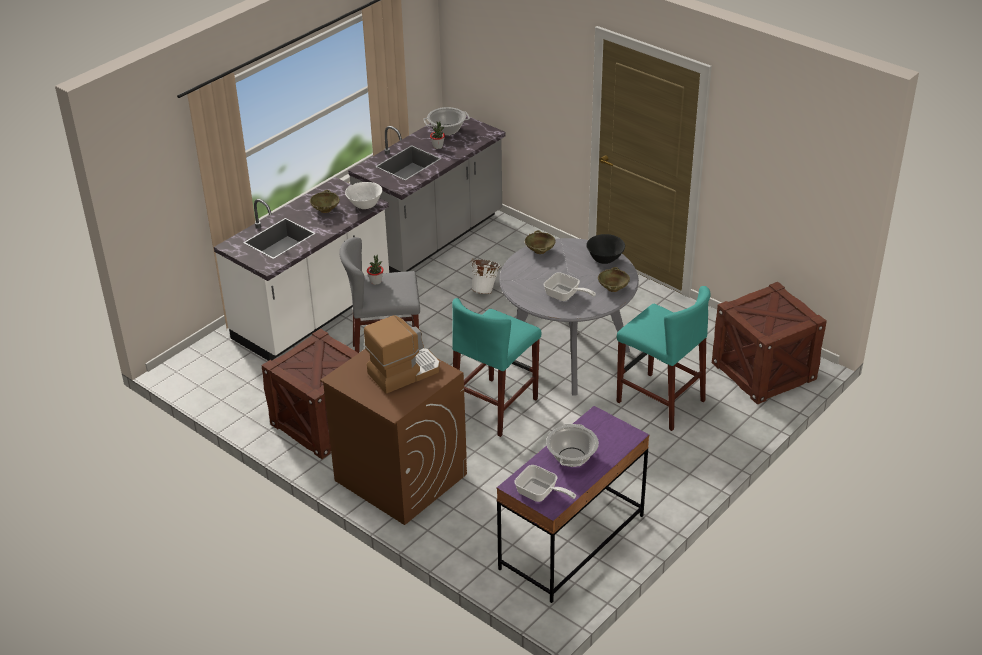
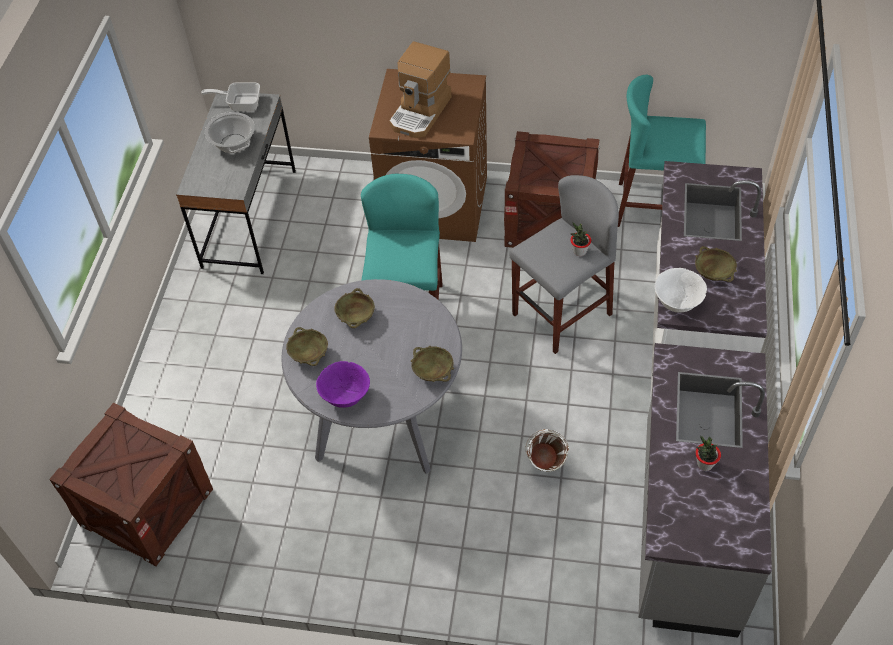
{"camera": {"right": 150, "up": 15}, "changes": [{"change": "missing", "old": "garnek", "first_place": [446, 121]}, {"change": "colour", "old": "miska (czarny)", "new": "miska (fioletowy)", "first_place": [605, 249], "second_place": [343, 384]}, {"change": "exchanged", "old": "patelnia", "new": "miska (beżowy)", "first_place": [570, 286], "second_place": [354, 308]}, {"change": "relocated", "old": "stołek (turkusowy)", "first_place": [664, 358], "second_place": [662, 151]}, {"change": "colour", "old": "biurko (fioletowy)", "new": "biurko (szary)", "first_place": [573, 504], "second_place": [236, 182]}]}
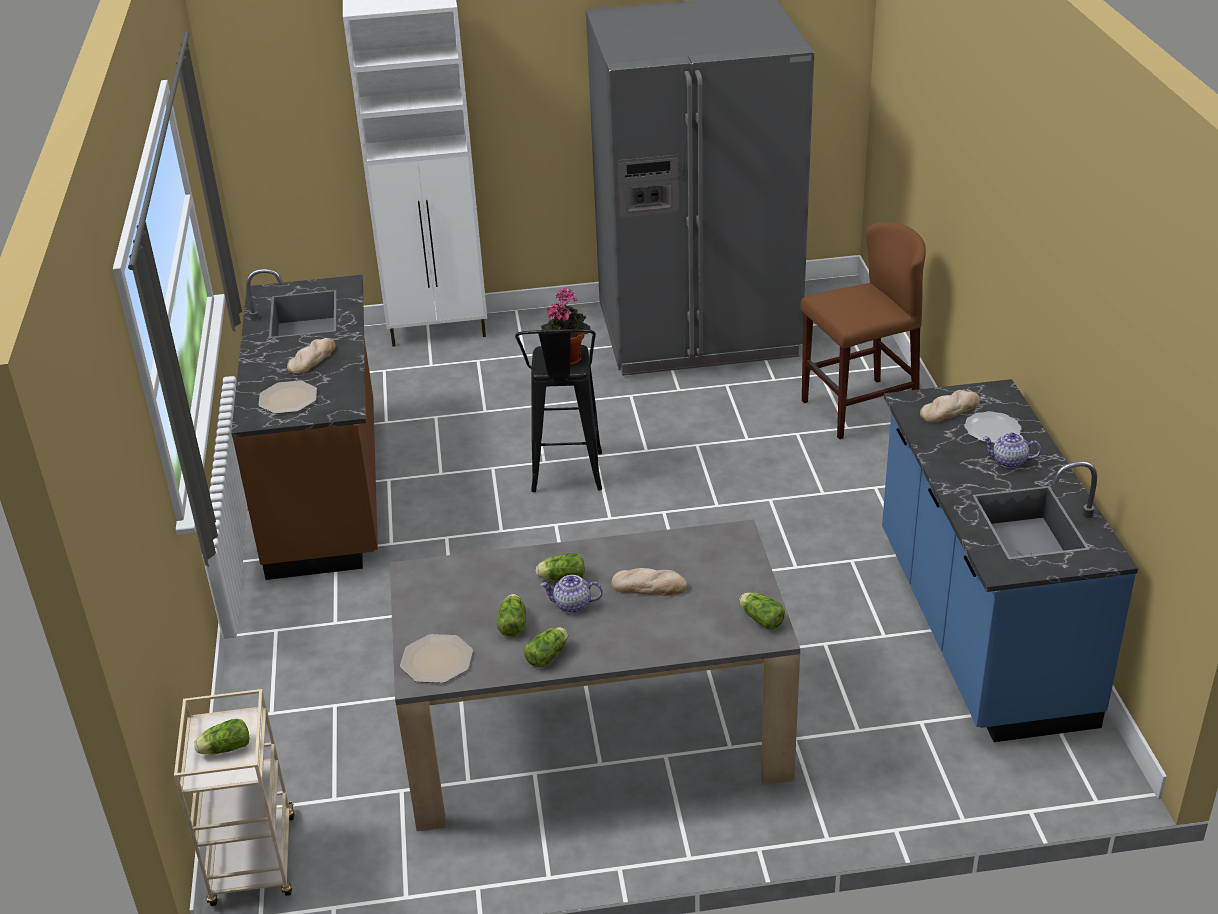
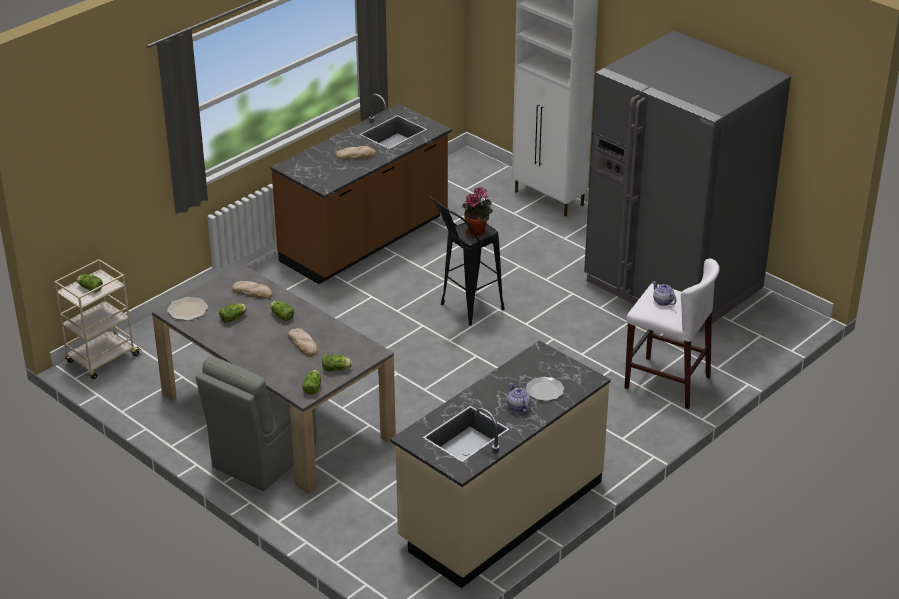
{"camera": {"right": 50, "up": 0}, "changes": [{"change": "colour", "old": "stołek (brązowy)", "new": "stołek (biały)", "first_place": [863, 330], "second_place": [672, 334]}, {"change": "colour", "old": "zabudowa kuchenna (niebieski)", "new": "zabudowa kuchenna (beżowy)", "first_place": [1010, 560], "second_place": [500, 464]}, {"change": "missing", "old": "talerz", "first_place": [288, 397]}, {"change": "relocated", "old": "chleb", "first_place": [950, 406], "second_place": [252, 290]}, {"change": "relocated", "old": "imbryk", "first_place": [571, 594], "second_place": [664, 293]}, {"change": "relocated", "old": "sałata", "first_place": [545, 647], "second_place": [337, 362]}, {"change": "appeared", "new": "krzesło (szary)", "second_place": [256, 424]}]}
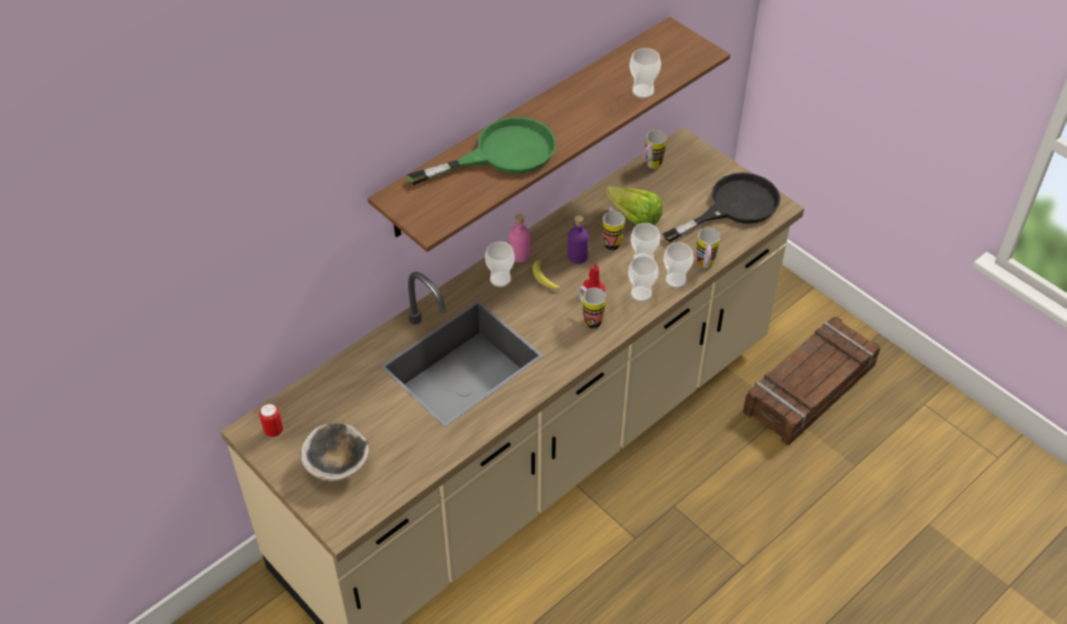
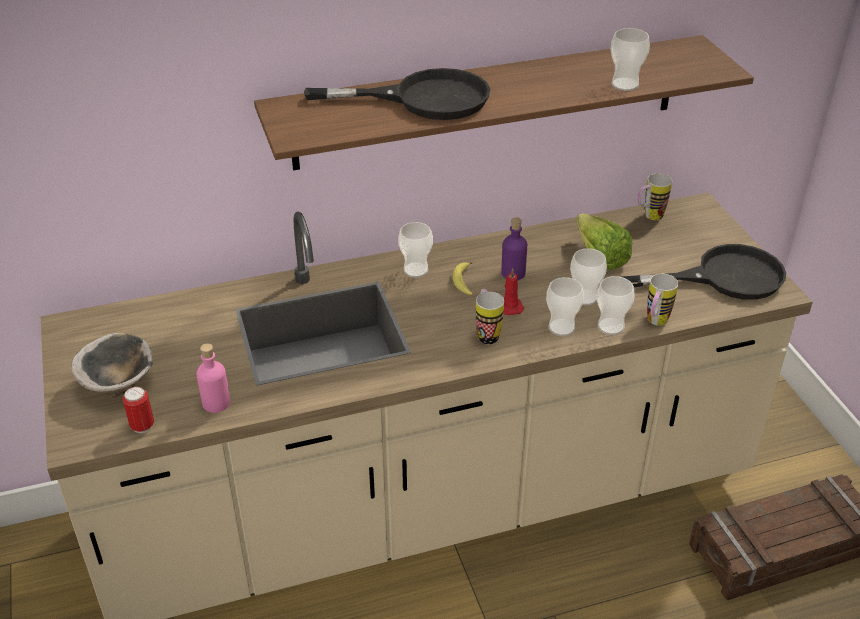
{"camera": {"right": 25, "up": -10}, "changes": [{"change": "colour", "old": "patelnia (zielony)", "new": "patelnia (czarny)", "first_place": [481, 151], "second_place": [397, 94]}, {"change": "missing", "old": "kubek", "first_place": [613, 229]}, {"change": "relocated", "old": "butelka (różowy)", "first_place": [519, 238], "second_place": [213, 378]}, {"change": "relocated", "old": "puszka", "first_place": [271, 421], "second_place": [138, 410]}]}
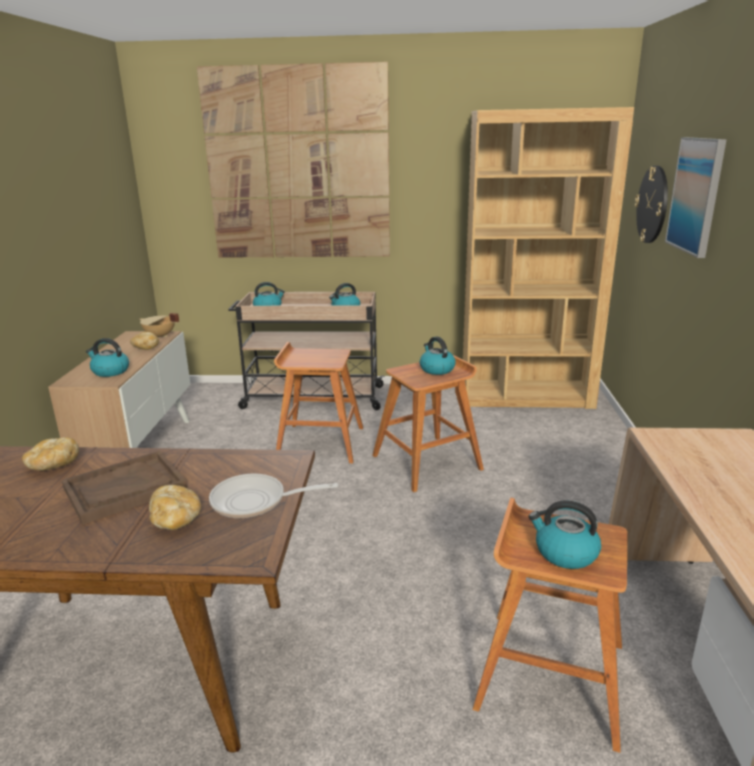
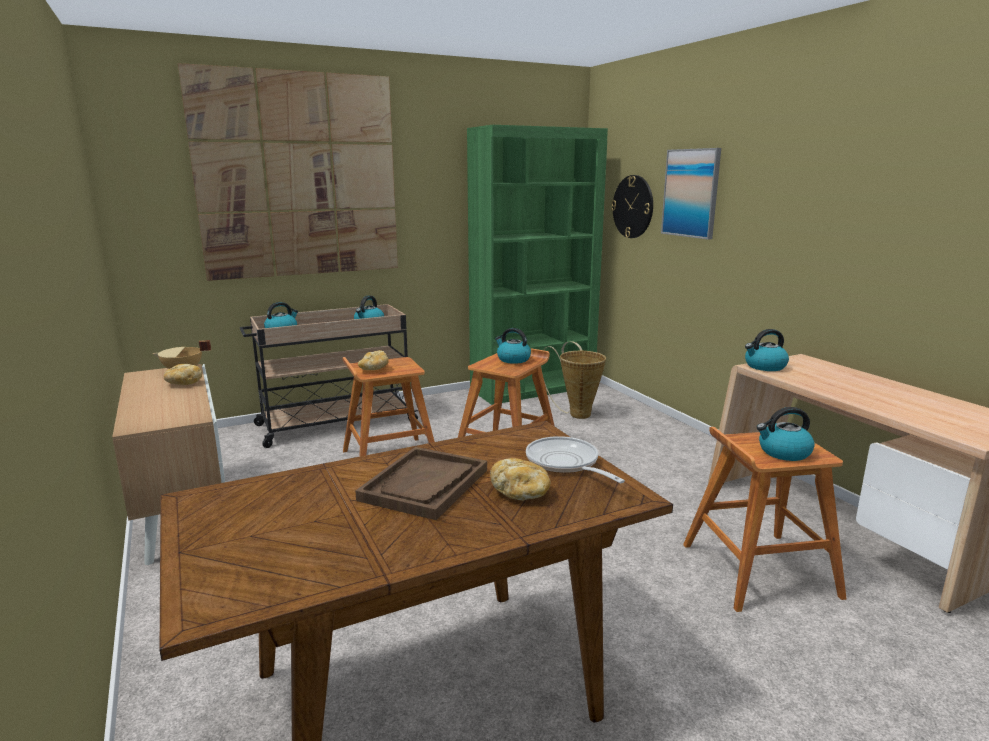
{"camera": {"right": -30, "up": -5}, "changes": [{"change": "colour", "old": "regał (brązowy)", "new": "regał (zielony)", "first_place": [548, 258], "second_place": [537, 265]}, {"change": "relocated", "old": "czajnik", "first_place": [107, 357], "second_place": [767, 350]}, {"change": "relocated", "old": "chleb", "first_place": [50, 454], "second_place": [373, 360]}, {"change": "spun", "old": "patelnia", "first_place": [273, 496], "second_place": [575, 459], "degrees": 90}, {"change": "appeared", "new": "koszyk", "second_place": [573, 380]}]}
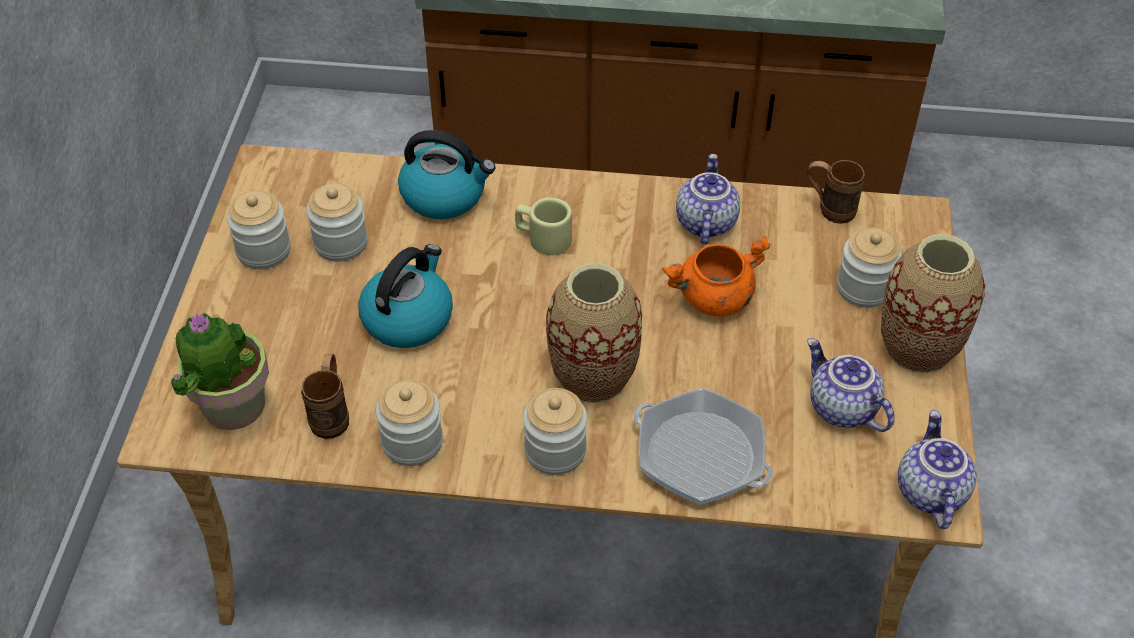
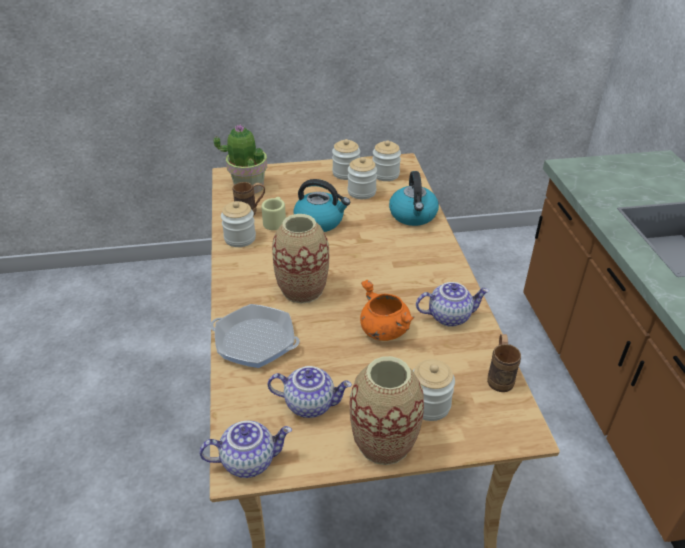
{"camera": {"right": 75, "up": -10}, "changes": [{"change": "relocated", "old": "kubek (beżowy)", "first_place": [543, 226], "second_place": [273, 213]}, {"change": "spun", "old": "imbryk", "first_place": [850, 385], "second_place": [310, 392], "degrees": 60}, {"change": "relocated", "old": "słoik", "first_place": [555, 431], "second_place": [386, 160]}, {"change": "spun", "old": "patelnia", "first_place": [703, 446], "second_place": [255, 336], "degrees": 90}]}
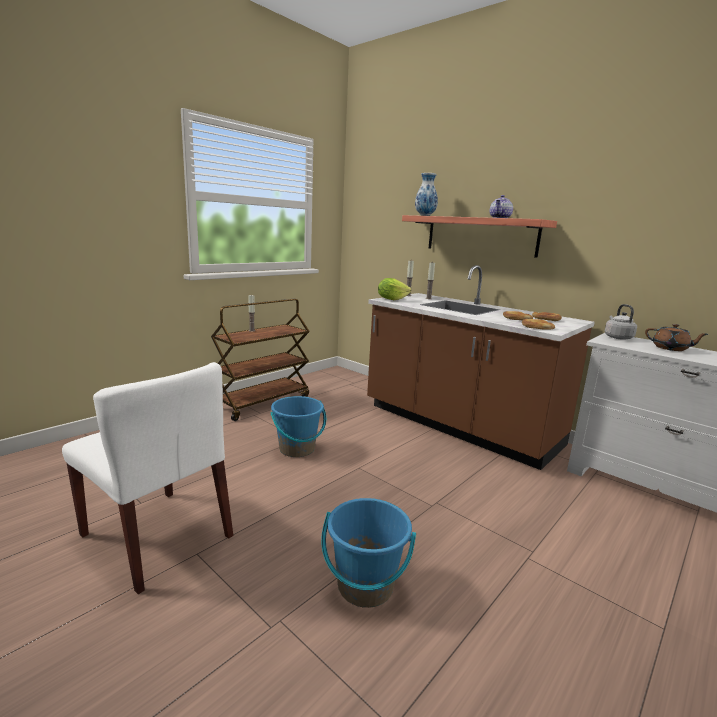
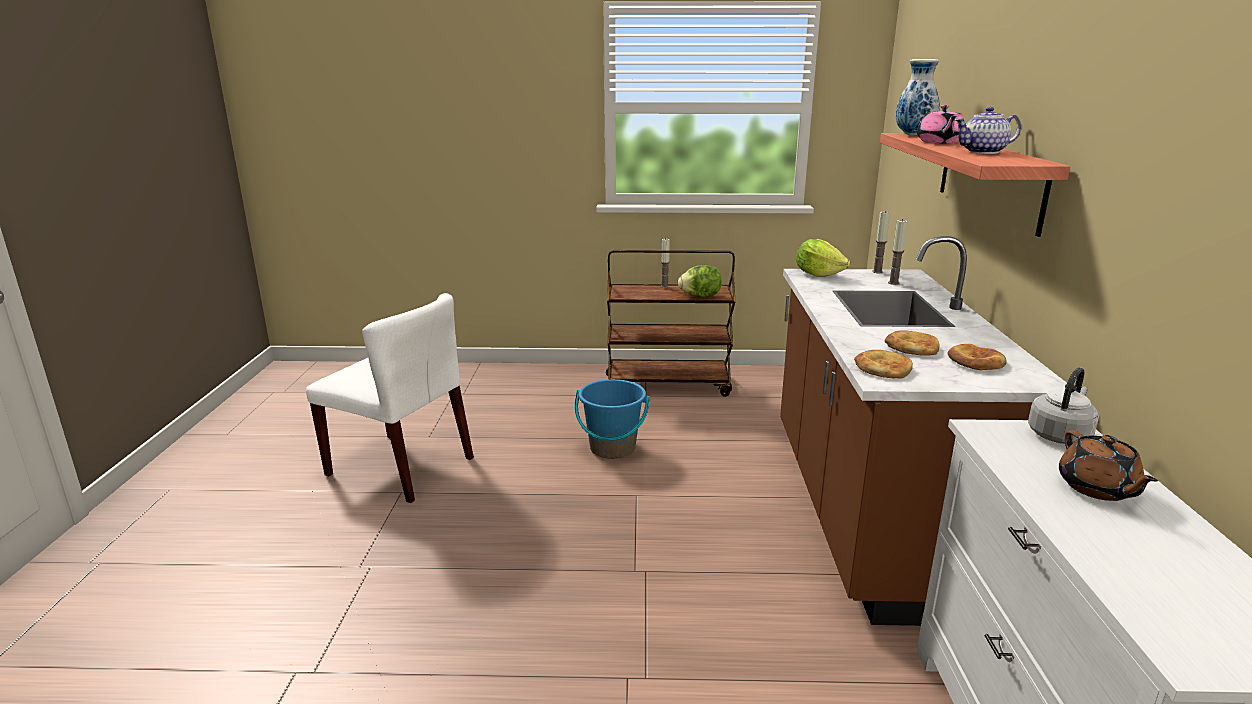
{"camera": {"right": 50, "up": 5}, "changes": [{"change": "spun", "old": "krzesło (biały)", "first_place": [147, 478], "second_place": [390, 398], "degrees": -60}, {"change": "missing", "old": "wiadro (niebieski)", "first_place": [368, 553]}, {"change": "appeared", "new": "imbryk (różowy)", "second_place": [940, 124]}, {"change": "appeared", "new": "sałata", "second_place": [700, 281]}]}
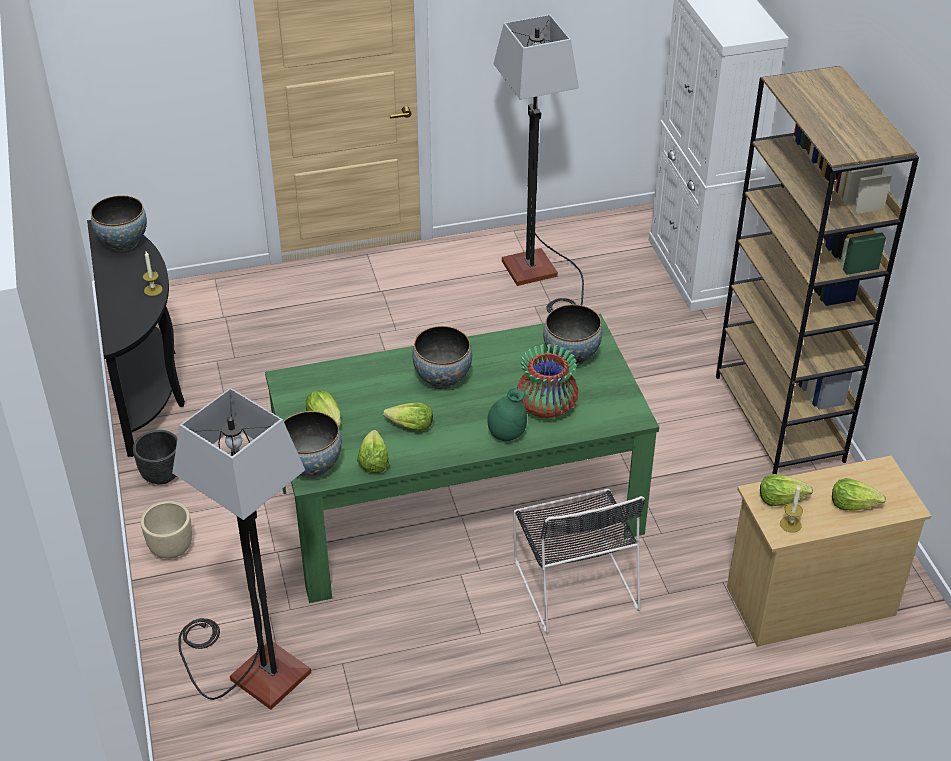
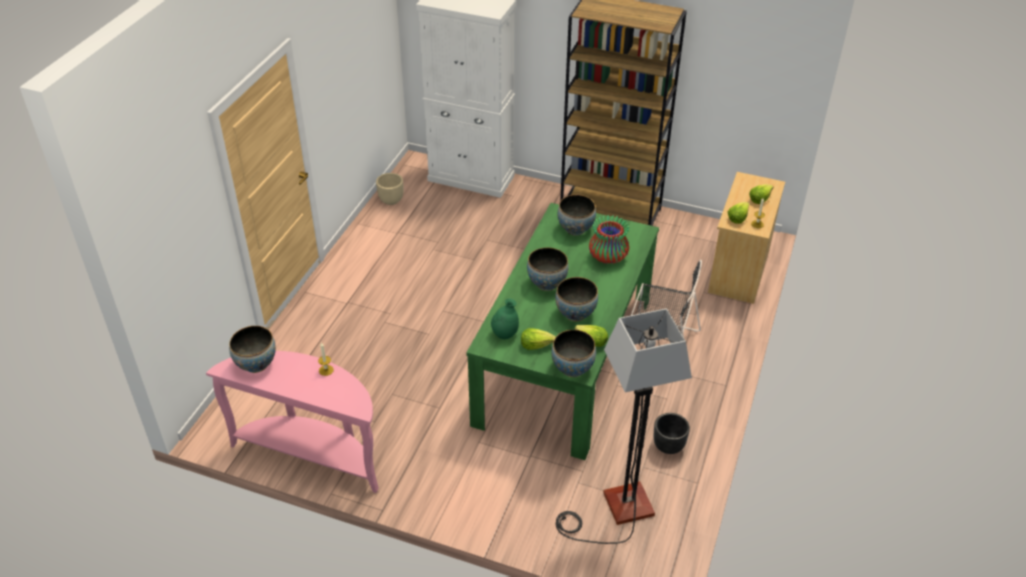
{"camera": {"right": -55, "up": 0}, "changes": [{"change": "missing", "old": "lampa stojąca", "first_place": [538, 164]}, {"change": "colour", "old": "stolik konsolowy (czarny)", "new": "stolik konsolowy (różowy)", "first_place": [136, 338], "second_place": [292, 422]}, {"change": "relocated", "old": "wazon (zielony)", "first_place": [507, 414], "second_place": [505, 318]}, {"change": "exchanged", "old": "sałata", "new": "miska", "first_place": [408, 416], "second_place": [576, 299]}, {"change": "relocated", "old": "donica (czarny)", "first_place": [155, 457], "second_place": [672, 433]}, {"change": "relocated", "old": "donica (beżowy)", "first_place": [166, 530], "second_place": [389, 189]}]}
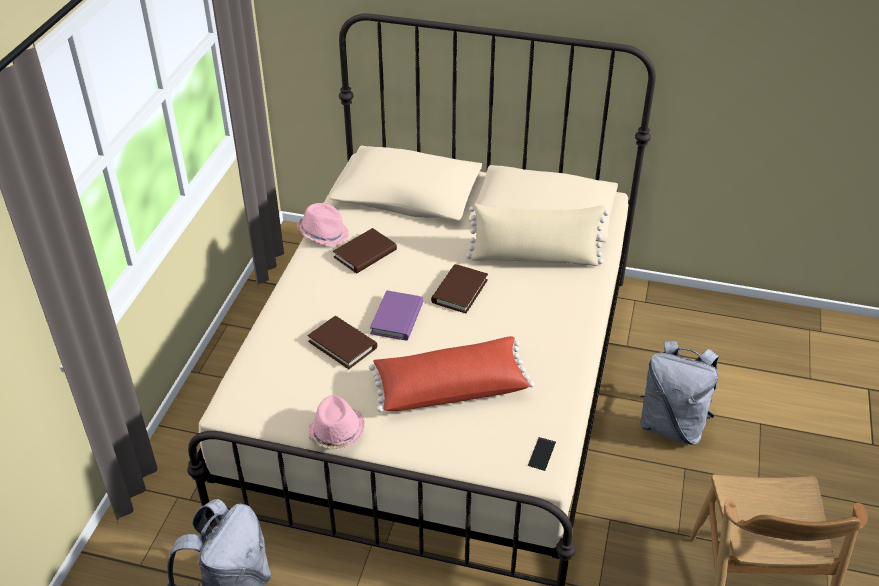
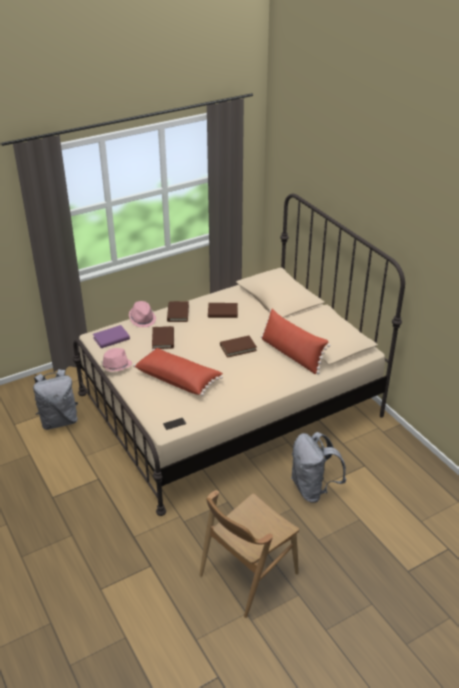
{"camera": {"right": 45, "up": -5}, "changes": [{"change": "relocated", "old": "kapelusz (różowy)", "first_place": [323, 224], "second_place": [142, 314]}, {"change": "colour", "old": "poduszka (beżowy)", "new": "poduszka (czerwony)", "first_place": [537, 235], "second_place": [295, 341]}, {"change": "relocated", "old": "książka (fioletowy)", "first_place": [397, 315], "second_place": [111, 336]}, {"change": "appeared", "new": "książka (brązowy)", "second_place": [178, 311]}]}
